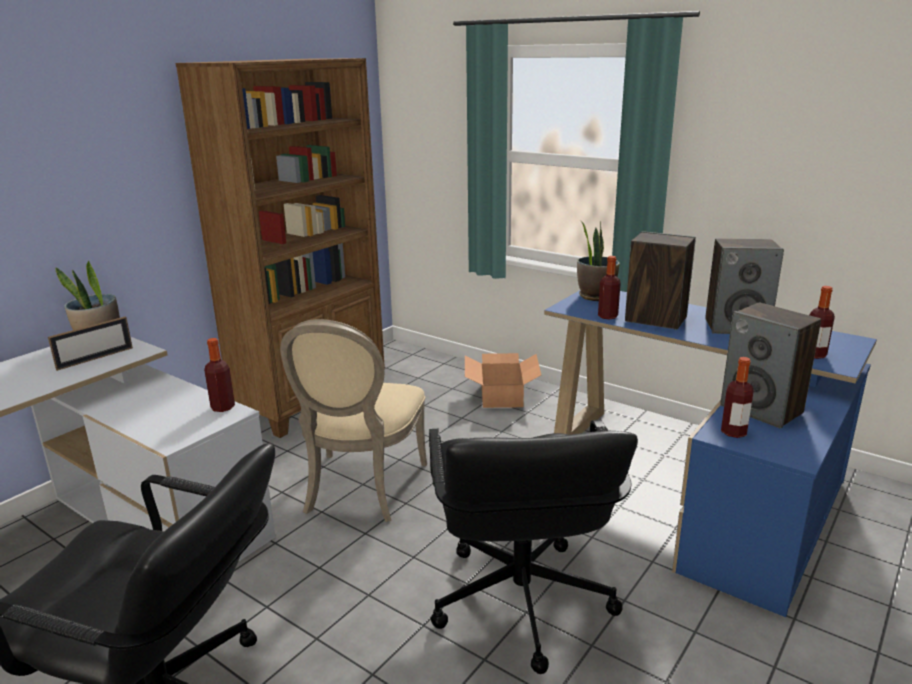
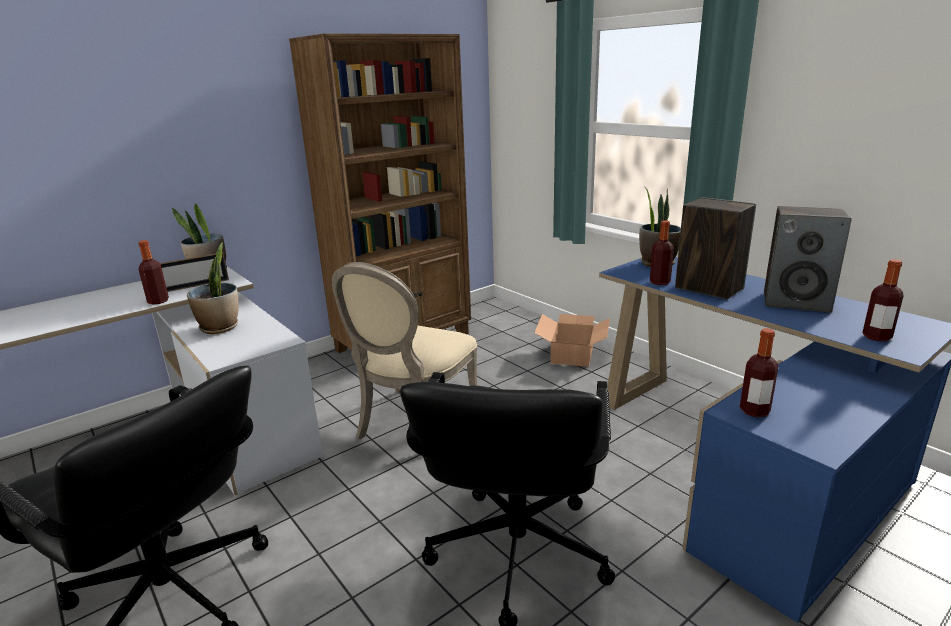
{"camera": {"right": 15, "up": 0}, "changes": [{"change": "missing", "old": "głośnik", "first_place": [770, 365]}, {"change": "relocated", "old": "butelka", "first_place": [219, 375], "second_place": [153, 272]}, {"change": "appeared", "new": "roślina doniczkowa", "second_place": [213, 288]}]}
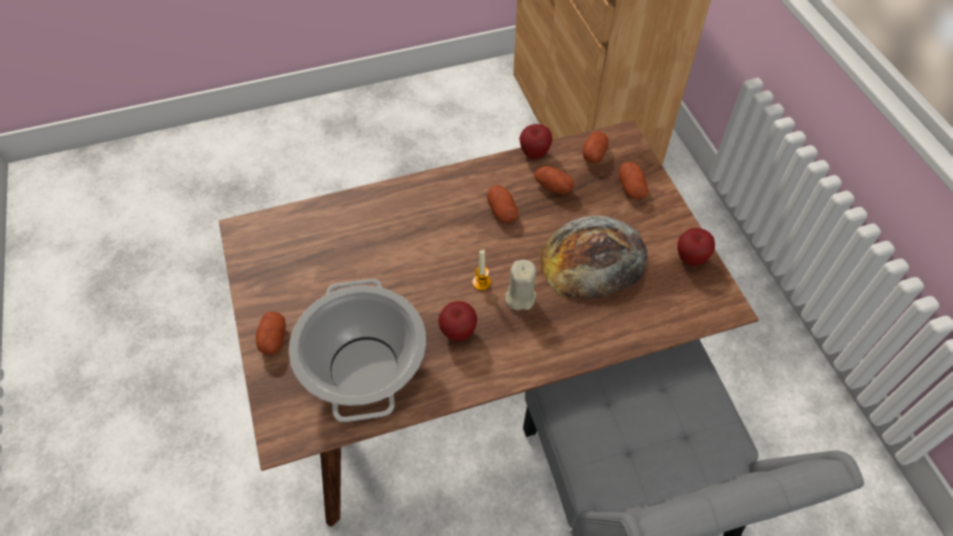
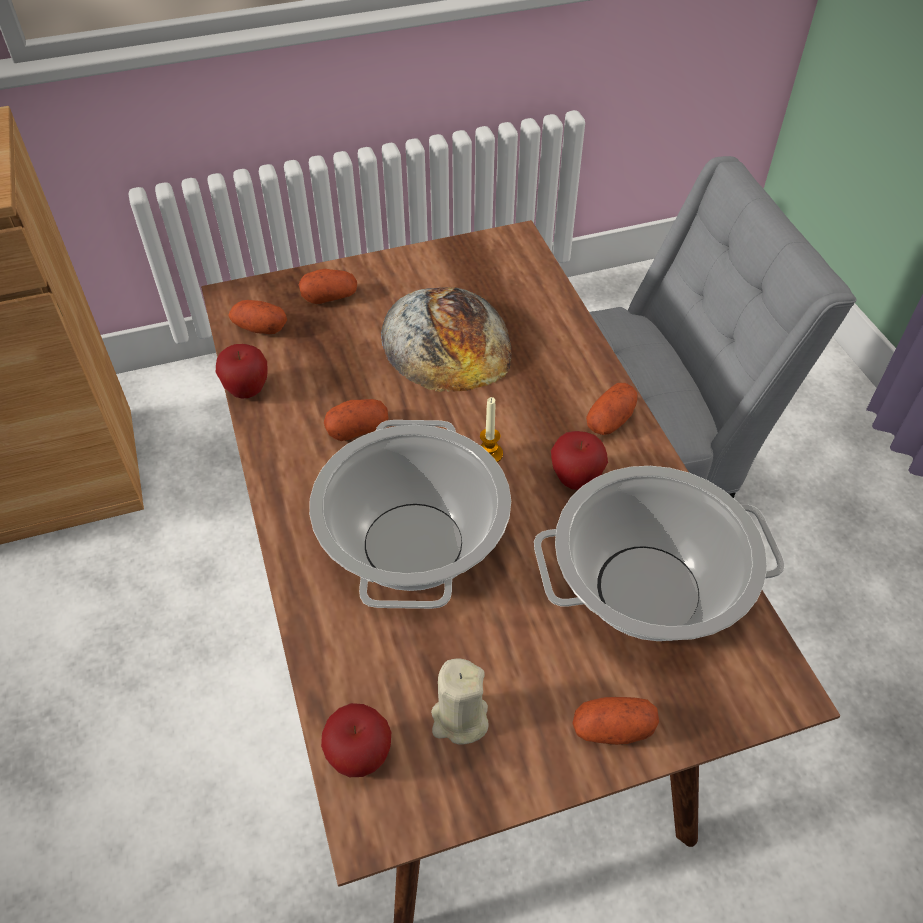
{"camera": {"right": -90, "up": -5}, "changes": [{"change": "relocated", "old": "ziemniak", "first_place": [554, 180], "second_place": [612, 409]}, {"change": "relocated", "old": "jabłko", "first_place": [696, 247], "second_place": [356, 740]}, {"change": "relocated", "old": "świeca (beżowy)", "first_place": [520, 285], "second_place": [460, 702]}, {"change": "appeared", "new": "garnek", "second_place": [410, 514]}]}
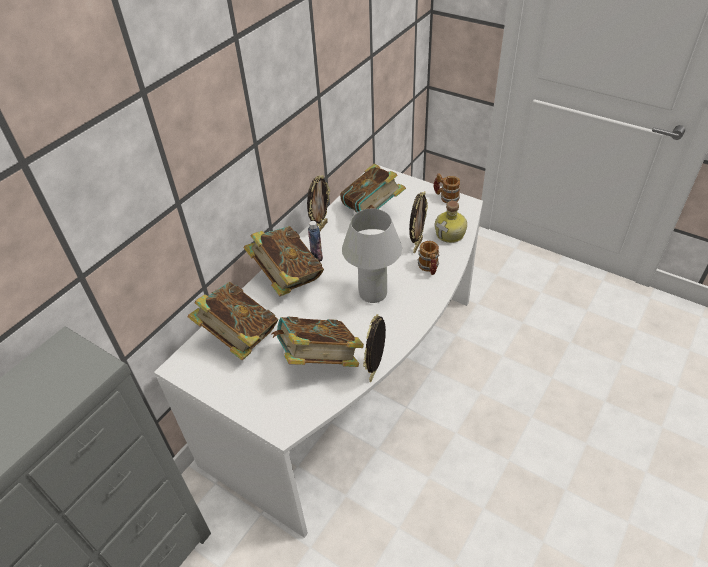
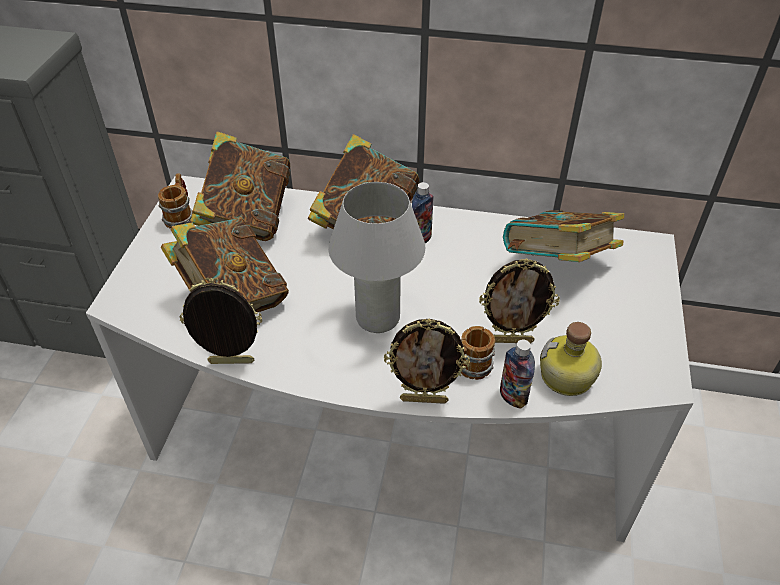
{"camera": {"right": 65, "up": 0}, "changes": [{"change": "relocated", "old": "kubek", "first_place": [446, 188], "second_place": [175, 201]}, {"change": "relocated", "old": "ramka na zdjęcie", "first_place": [318, 203], "second_place": [427, 361]}, {"change": "appeared", "new": "butelka", "second_place": [517, 374]}]}
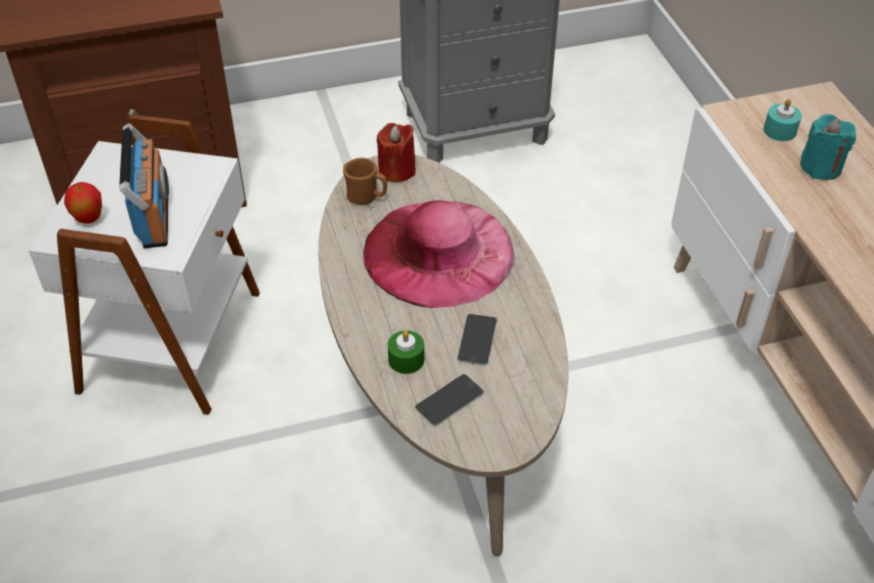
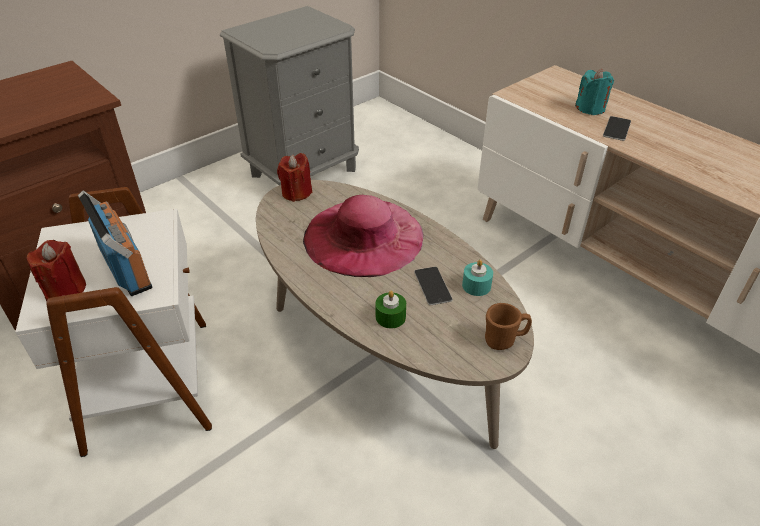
{"camera": {"right": -25, "up": -5}, "changes": [{"change": "relocated", "old": "świeca (turkusowy)", "first_place": [783, 120], "second_place": [477, 278]}, {"change": "relocated", "old": "kubek (brązowy)", "first_place": [365, 181], "second_place": [508, 326]}, {"change": "exchanged", "old": "jabłko", "new": "świeca (czerwony)", "first_place": [83, 203], "second_place": [56, 270]}, {"change": "relocated", "old": "telefon", "first_place": [449, 400], "second_place": [617, 128]}]}
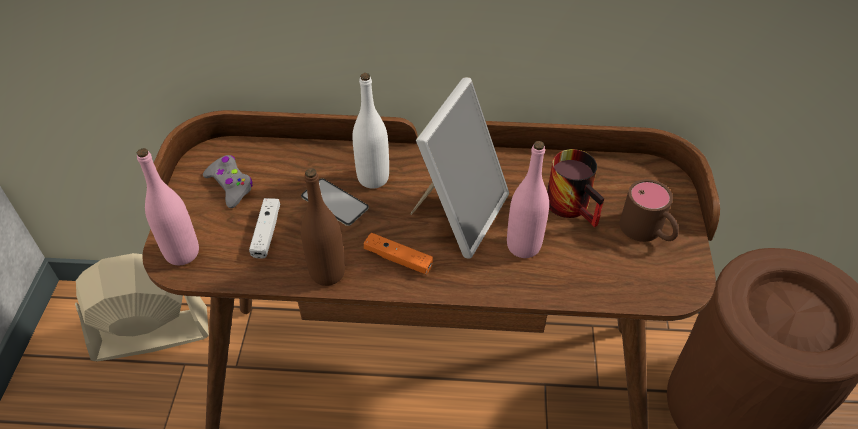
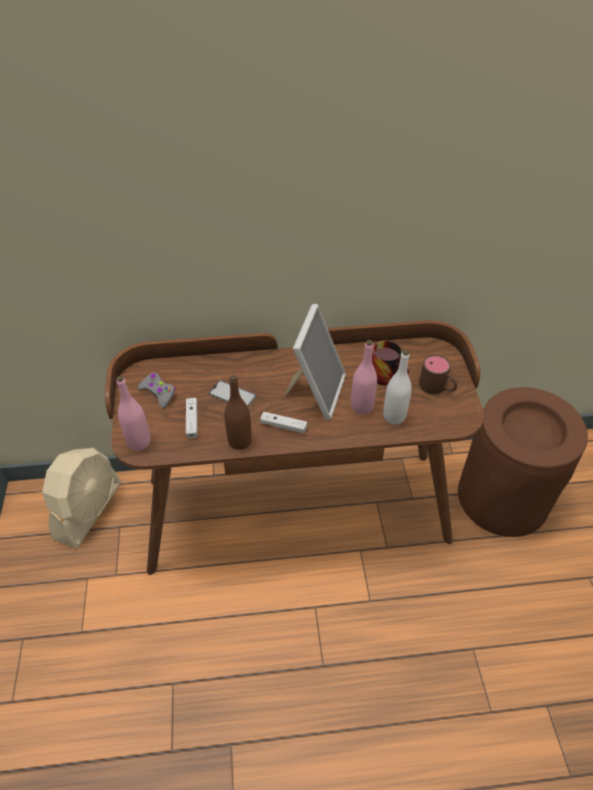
{"camera": {"right": -10, "up": 0}, "changes": [{"change": "relocated", "old": "butelka (biały)", "first_place": [370, 131], "second_place": [397, 387]}, {"change": "colour", "old": "pad do gier (pomarańczowy)", "new": "pad do gier (biały)", "first_place": [398, 253], "second_place": [283, 423]}, {"change": "spun", "old": "wentylator (beżowy)", "first_place": [142, 307], "second_place": [81, 498], "degrees": 135}]}
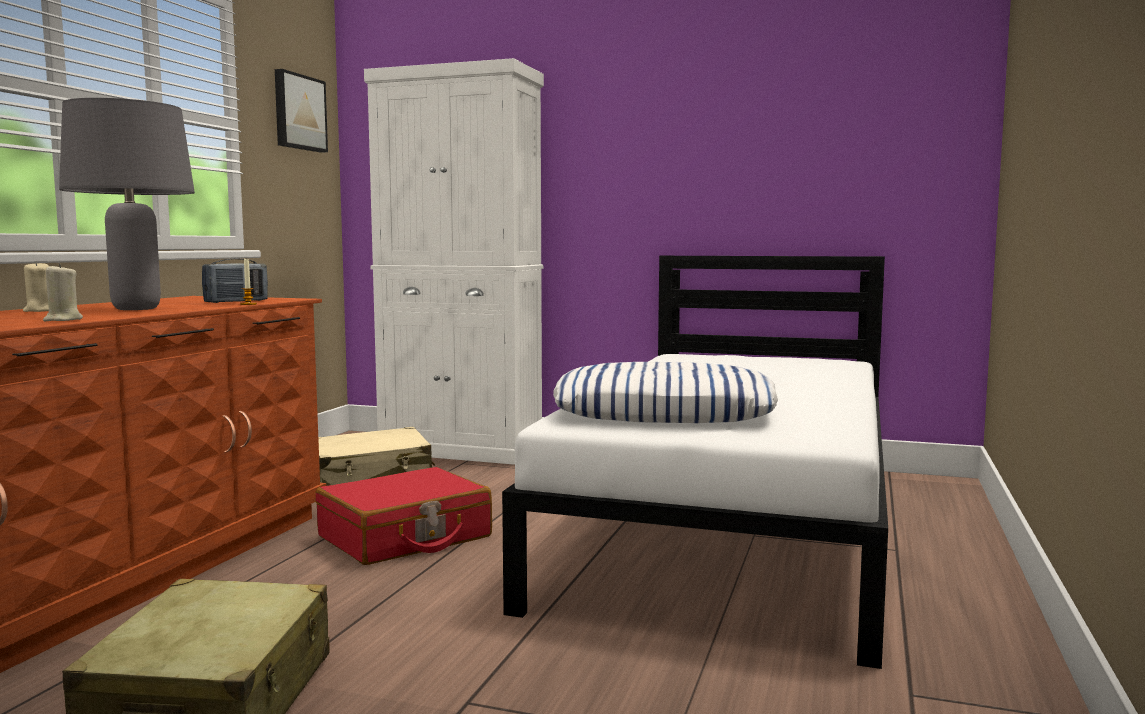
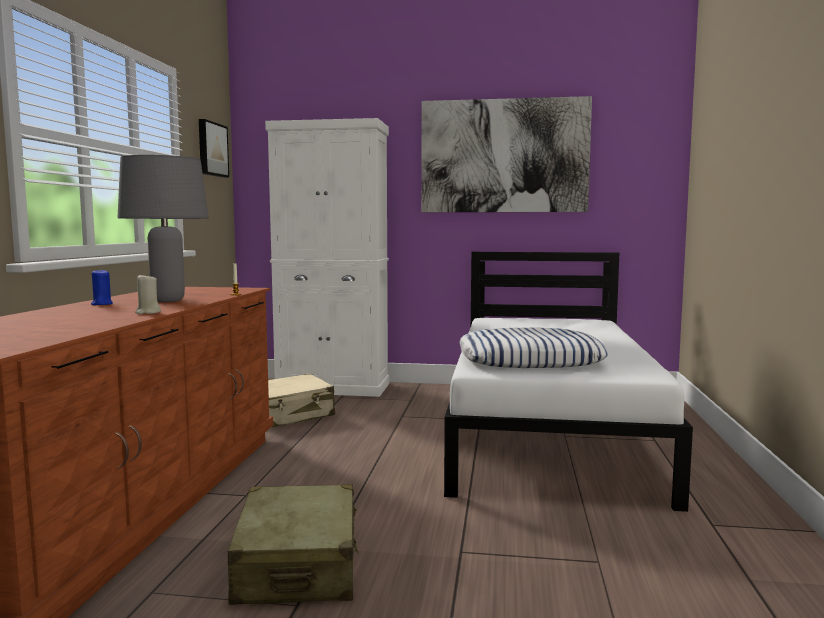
{"camera": {"right": -10, "up": 0}, "changes": [{"change": "missing", "old": "radio", "first_place": [235, 280]}, {"change": "colour", "old": "świeca (beżowy)", "new": "świeca (niebieski)", "first_place": [36, 286], "second_place": [102, 287]}, {"change": "missing", "old": "walizka (czerwony)", "first_place": [403, 516]}, {"change": "appeared", "new": "obraz", "second_place": [506, 154]}]}
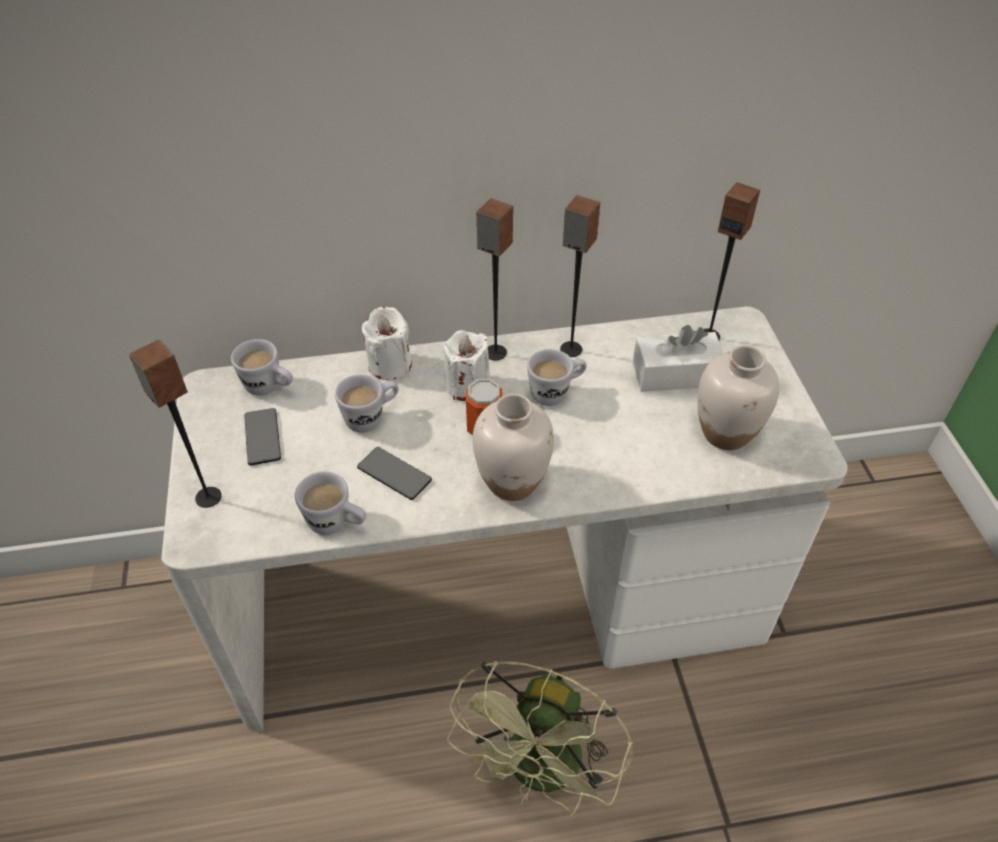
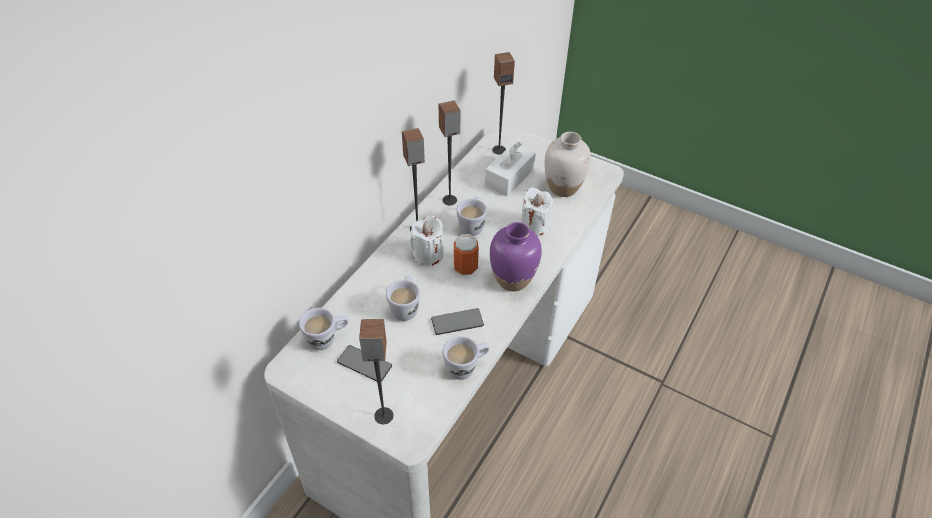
{"camera": {"right": -50, "up": 0}, "changes": [{"change": "relocated", "old": "świeca (biały)", "first_place": [386, 343], "second_place": [537, 212]}, {"change": "colour", "old": "wazon (biały)", "new": "wazon (fioletowy)", "first_place": [513, 447], "second_place": [516, 257]}, {"change": "missing", "old": "wentylator (zielony)", "first_place": [540, 738]}]}
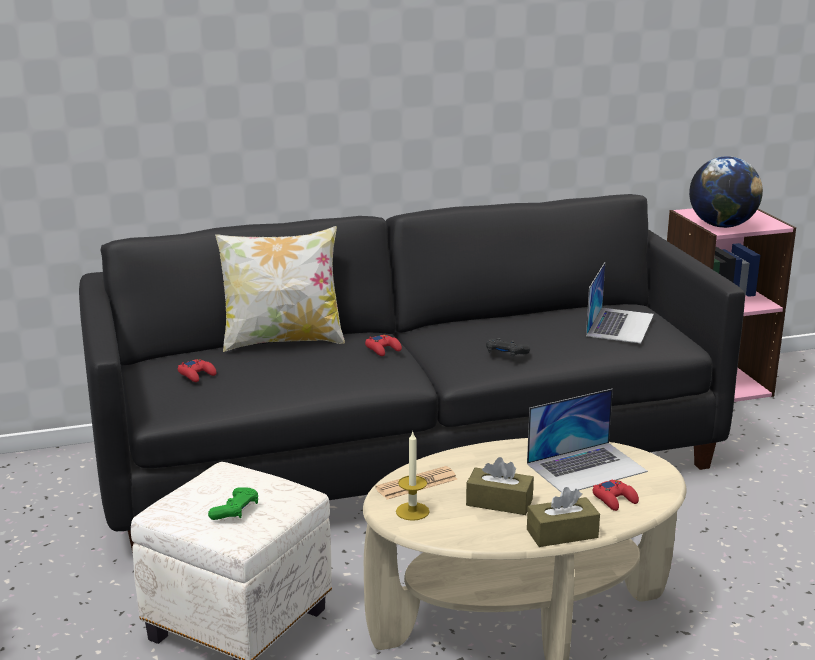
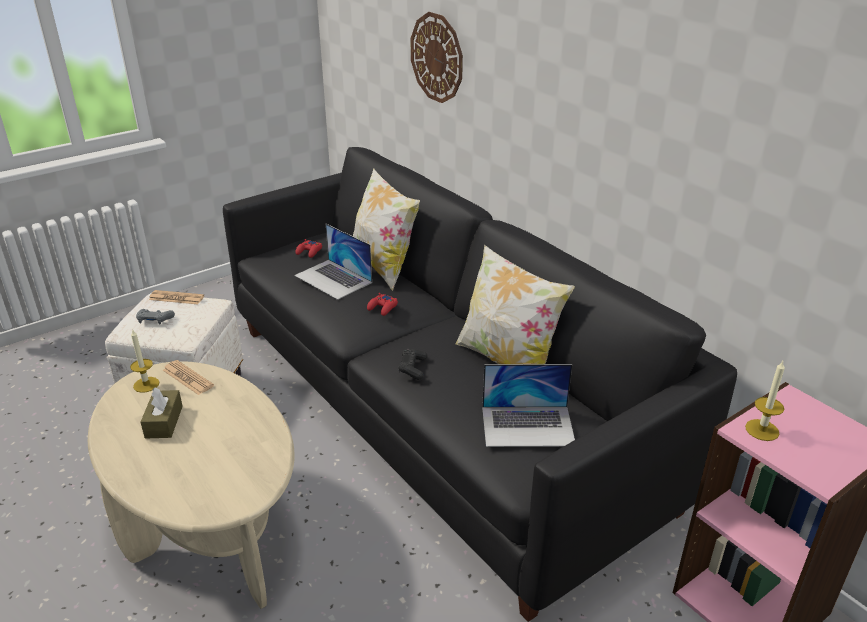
{"camera": {"right": 70, "up": 10}, "changes": [{"change": "exchanged", "old": "globus", "new": "świeca", "first_place": [726, 192], "second_place": [765, 401]}, {"change": "relocated", "old": "laptop", "first_place": [587, 440], "second_place": [333, 262]}, {"change": "missing", "old": "pad do gier (czerwony)", "first_place": [615, 495]}, {"change": "colour", "old": "pad do gier (zielony)", "new": "pad do gier (szary)", "first_place": [233, 503], "second_place": [155, 316]}, {"change": "missing", "old": "pudełko chusteczek (brązowy)", "first_place": [563, 517]}, {"change": "appeared", "new": "zegar ścienny", "second_place": [436, 57]}, {"change": "appeared", "new": "poduszka", "second_place": [515, 304]}, {"change": "appeared", "new": "gazeta", "second_place": [176, 297]}]}
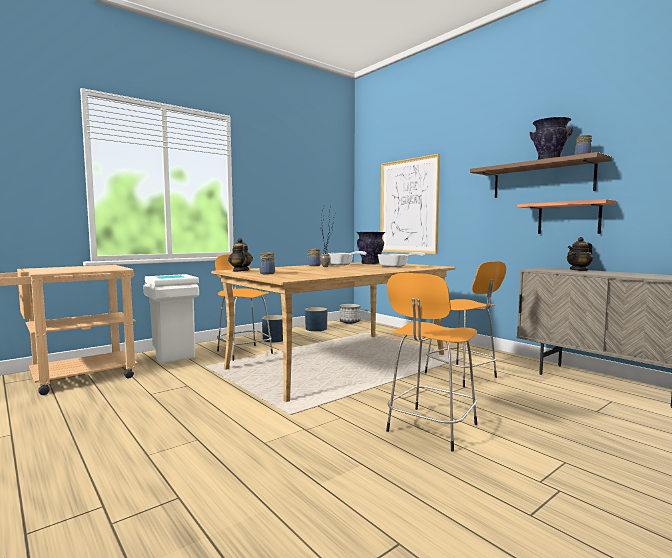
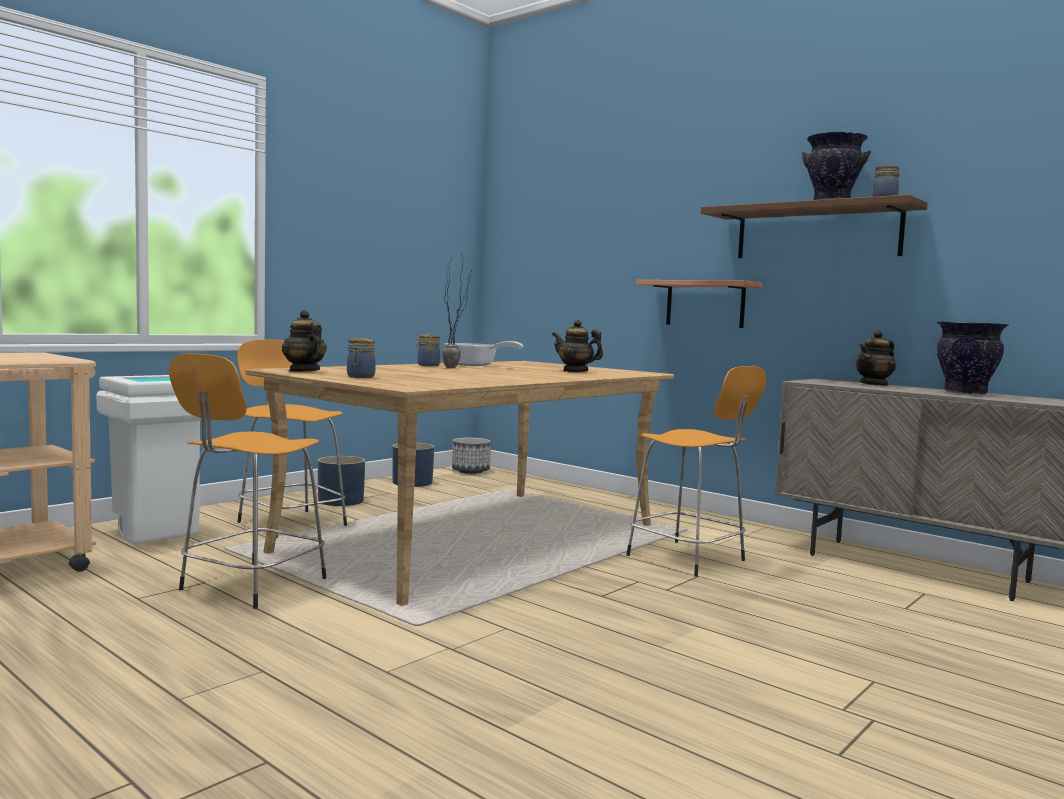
{"camera": {"right": -10, "up": 0}, "changes": [{"change": "missing", "old": "obraz", "first_place": [410, 204]}, {"change": "relocated", "old": "półka", "first_place": [566, 216], "second_place": [699, 304]}, {"change": "relocated", "old": "wazon", "first_place": [371, 248], "second_place": [973, 358]}, {"change": "exchanged", "old": "patelnia", "new": "imbryk", "first_place": [401, 259], "second_place": [577, 346]}, {"change": "relocated", "old": "stołek (pomarańczowy)", "first_place": [431, 362], "second_place": [247, 481]}]}
